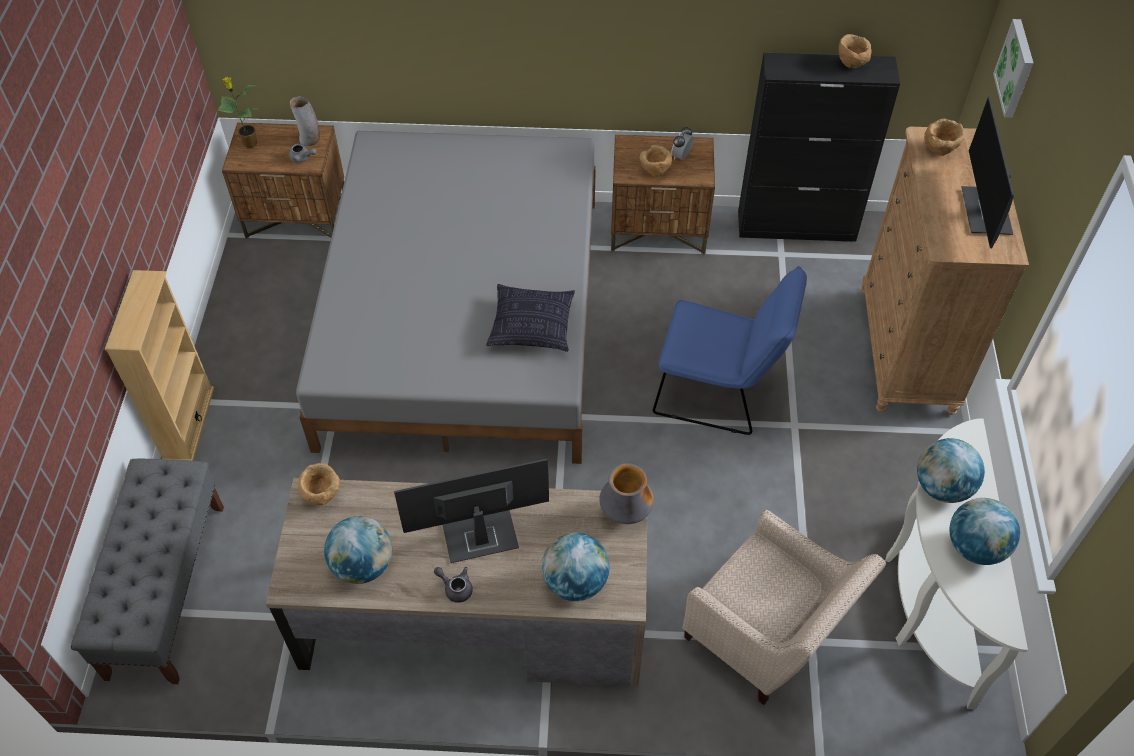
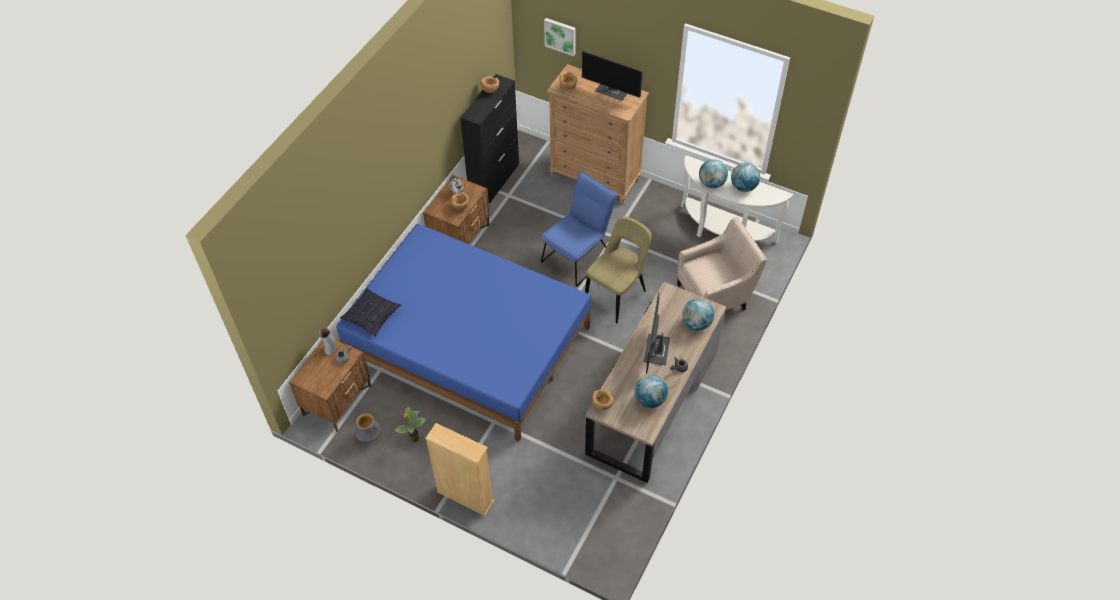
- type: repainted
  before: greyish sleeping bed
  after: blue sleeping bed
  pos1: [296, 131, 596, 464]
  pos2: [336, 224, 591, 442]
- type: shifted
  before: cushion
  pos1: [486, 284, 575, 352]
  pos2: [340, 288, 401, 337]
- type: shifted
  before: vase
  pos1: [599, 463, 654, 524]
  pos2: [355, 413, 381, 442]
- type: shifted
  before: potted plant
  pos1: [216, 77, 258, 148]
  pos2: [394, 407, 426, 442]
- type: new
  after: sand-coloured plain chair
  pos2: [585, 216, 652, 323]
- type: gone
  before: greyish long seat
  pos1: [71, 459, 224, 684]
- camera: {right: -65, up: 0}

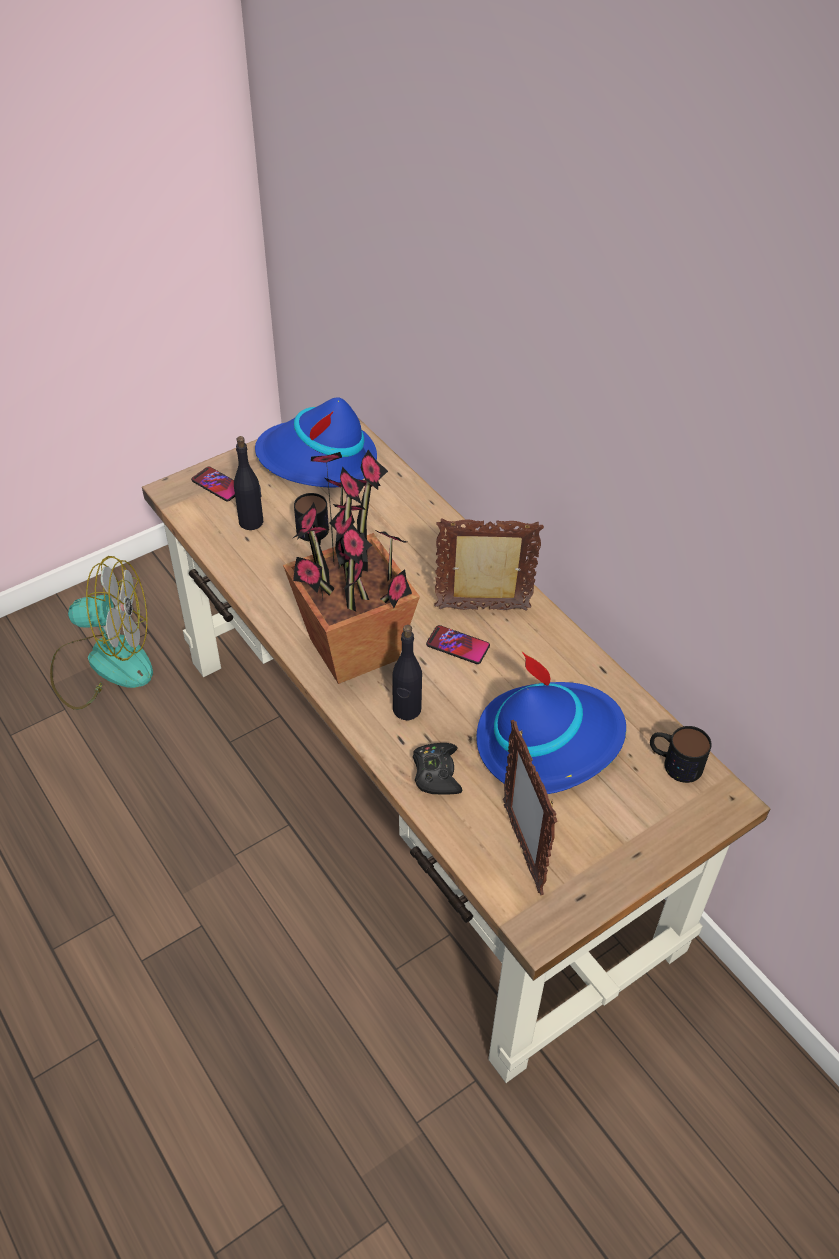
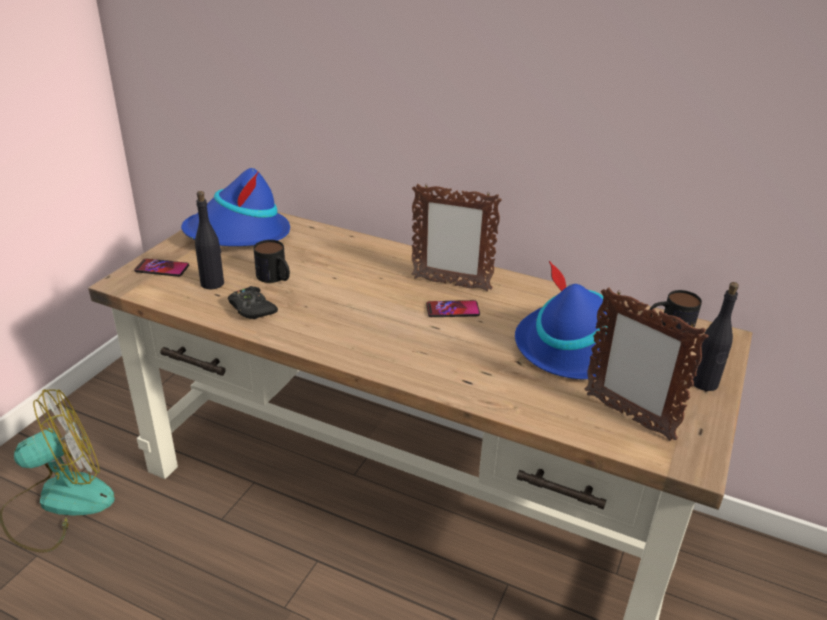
- type: shifted
  before: black joypad
  pos1: [413, 743, 462, 795]
  pos2: [228, 286, 278, 319]
- type: rotated
  before: picture frame
  pos1: [435, 519, 544, 611]
  pos2: [412, 184, 502, 292]
  turn: -135
- type: shifted
  before: black drink bottle
  pos1: [392, 625, 422, 720]
  pos2: [692, 282, 739, 391]
- type: gone
  before: potted plant
  pos1: [283, 450, 420, 684]
- camera: {right: -30, up: -15}

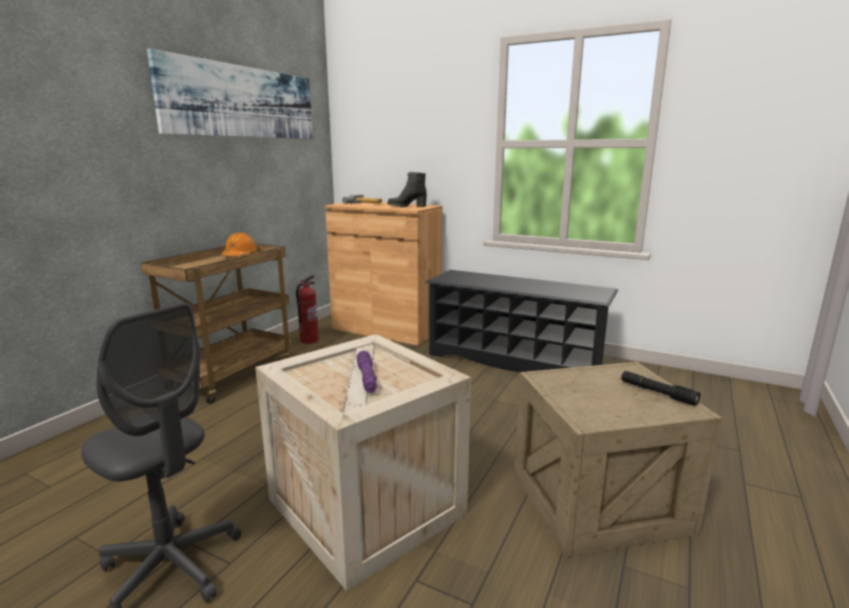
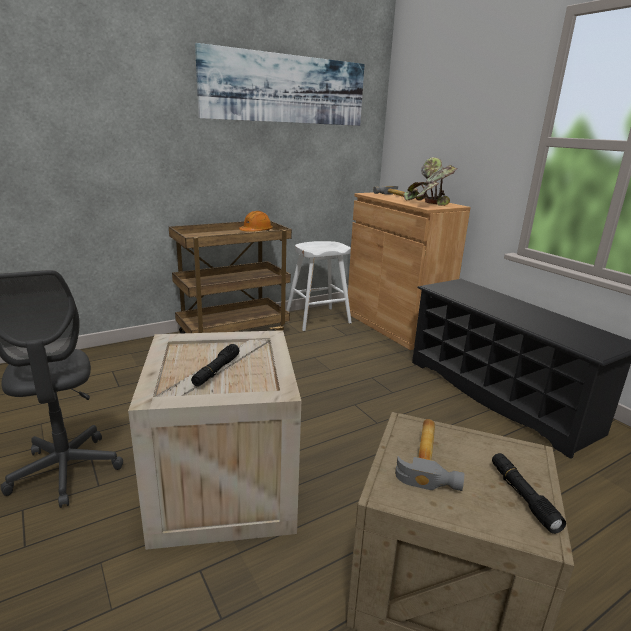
- type: repainted
  before: purplish torch
  after: black torch
  pos1: [357, 351, 377, 393]
  pos2: [191, 344, 240, 386]
- type: swapped
  before: extinguisher
  after: white-coloured stool seat
  pos1: [296, 275, 319, 344]
  pos2: [286, 241, 352, 331]
- type: new
  after: tool hammer
  pos2: [395, 419, 464, 491]
- type: swapped
  before: black high-top boot
  after: potted plant
  pos1: [388, 172, 427, 207]
  pos2: [403, 157, 458, 206]
- camera: {right: 30, up: 5}

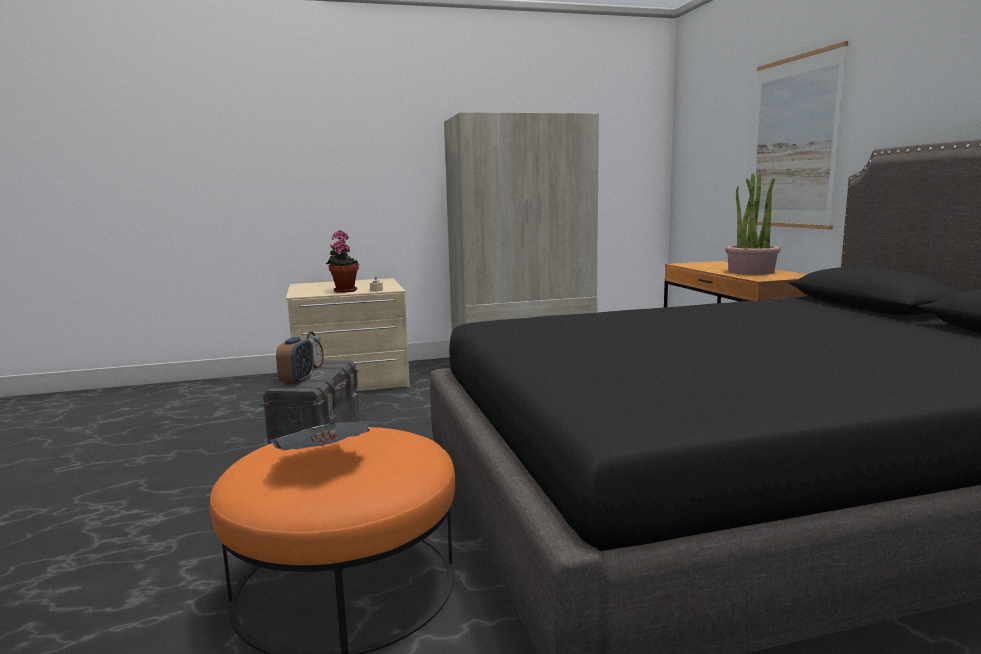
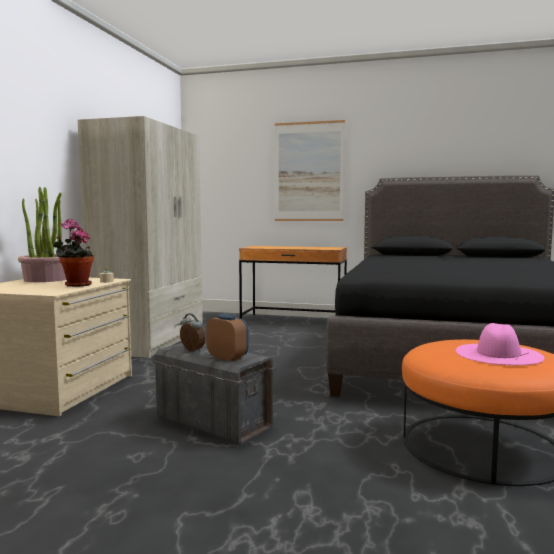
- type: shifted
  before: potted plant
  pos1: [725, 173, 781, 275]
  pos2: [18, 187, 66, 282]
- type: swapped
  before: newspaper
  after: pink-coloured wearable hat
  pos1: [270, 422, 370, 450]
  pos2: [456, 323, 545, 365]
- camera: {right: -60, up: -5}

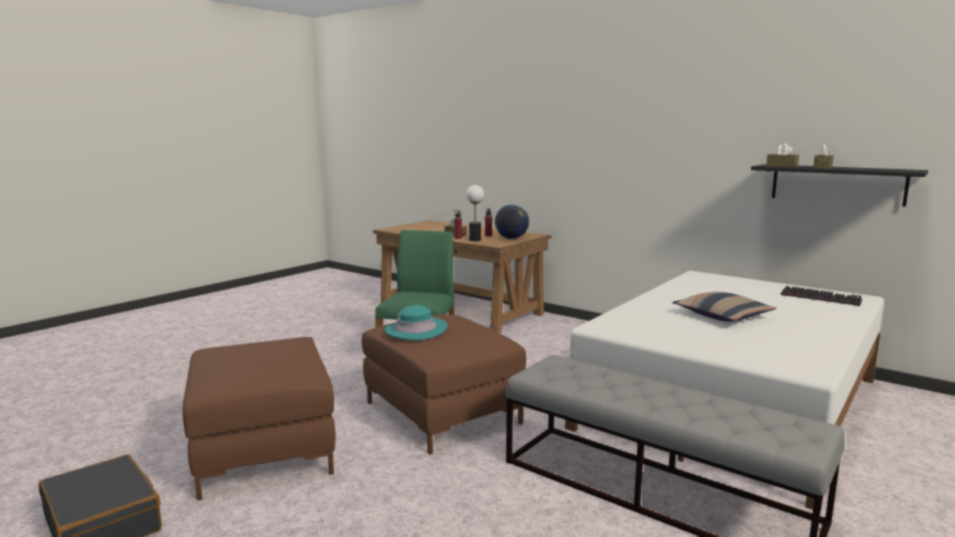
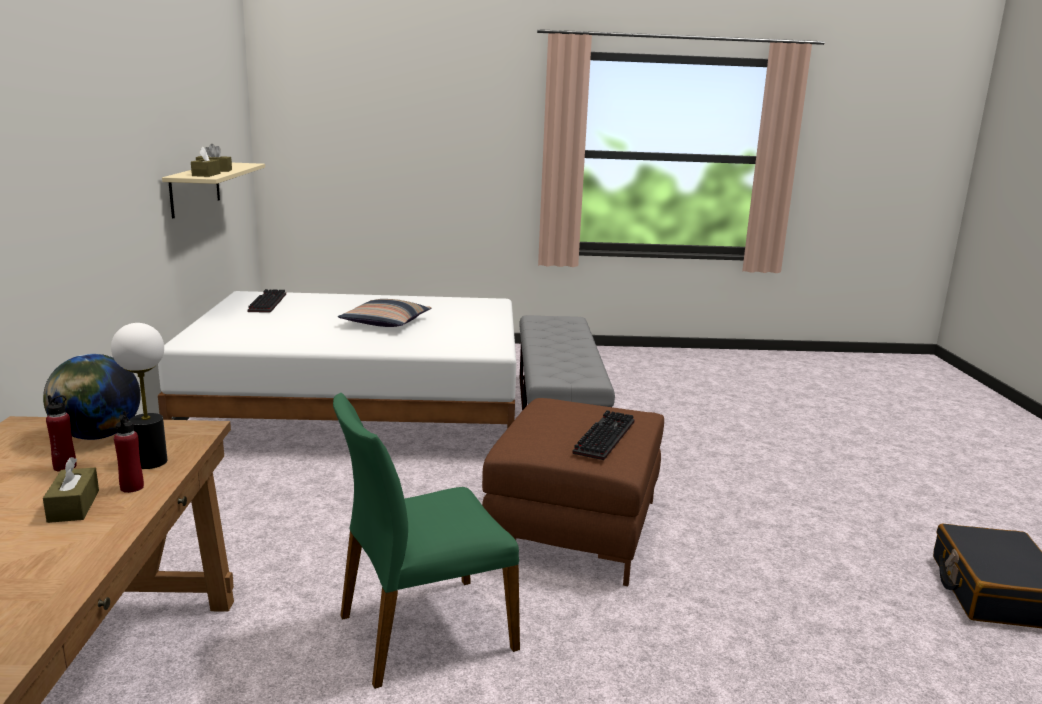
- type: repainted
  before: black shelf
  after: sand-coloured shelf
  pos1: [751, 164, 928, 207]
  pos2: [162, 163, 265, 218]
- type: swapped
  before: turquoise wearable hat
  after: keyboard
  pos1: [385, 305, 448, 340]
  pos2: [572, 410, 635, 460]
- type: gone
  before: brownish footrest
  pos1: [183, 337, 336, 501]
- camera: {right: -130, up: 5}

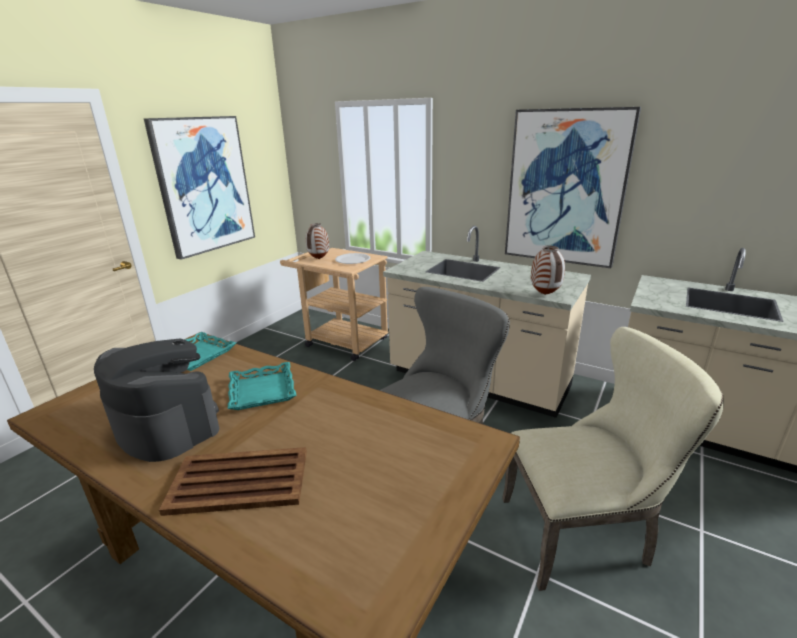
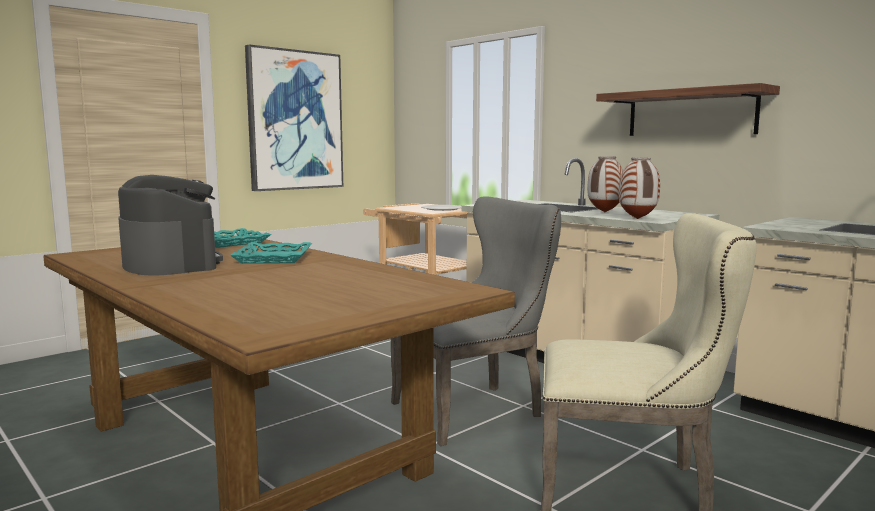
- type: shifted
  before: vase
  pos1: [306, 223, 329, 259]
  pos2: [587, 156, 623, 212]
- type: swapped
  before: picture
  after: shelf
  pos1: [505, 107, 641, 268]
  pos2: [596, 83, 780, 136]
- type: gone
  before: brownish serving tray
  pos1: [159, 447, 307, 516]
- camera: {right: 15, up: -15}

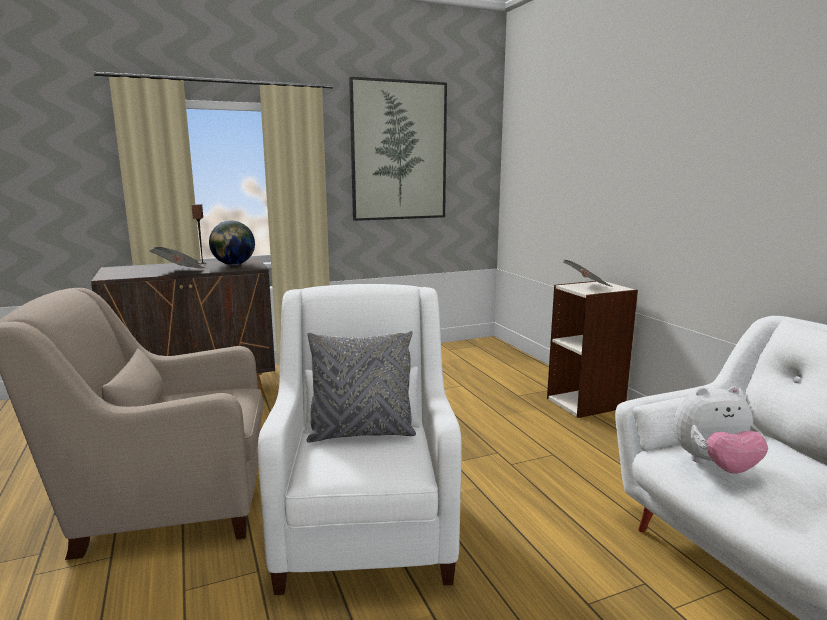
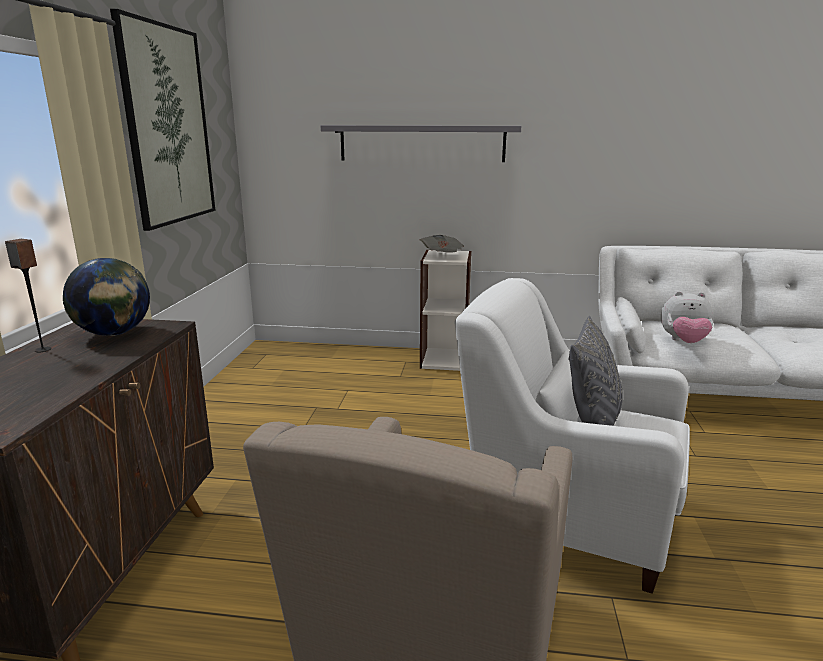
- type: new
  after: greyish shelf
  pos2: [321, 125, 521, 162]
- type: rotated
  before: cuddly toy
  pos1: [673, 386, 768, 474]
  pos2: [661, 291, 713, 343]
  turn: 75
- type: gone
  before: newspaper
  pos1: [150, 247, 206, 268]
- camera: {right: -60, up: 5}

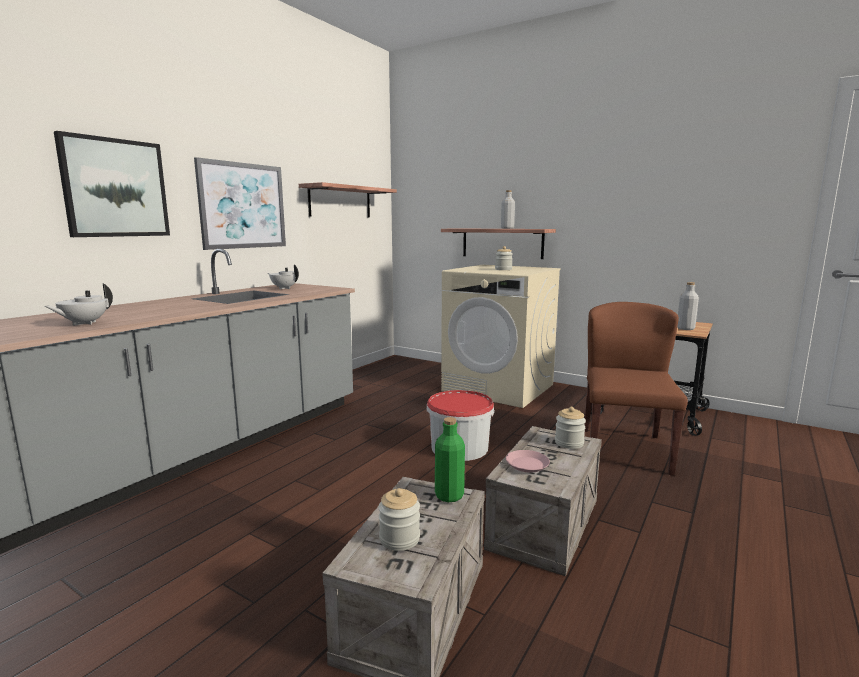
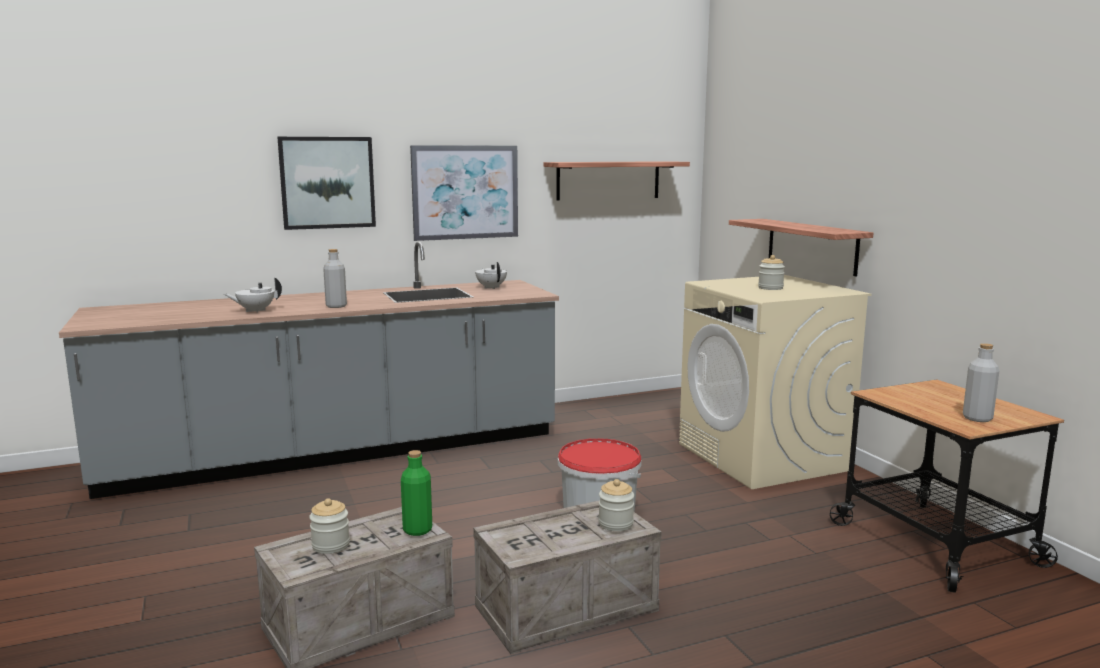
- type: shifted
  before: greyish drink bottle
  pos1: [501, 190, 515, 229]
  pos2: [323, 249, 347, 308]
- type: gone
  before: pink-coloured plate
  pos1: [506, 450, 550, 473]
- type: gone
  before: brownish plain chair
  pos1: [584, 302, 688, 476]
- camera: {right: 35, up: 0}

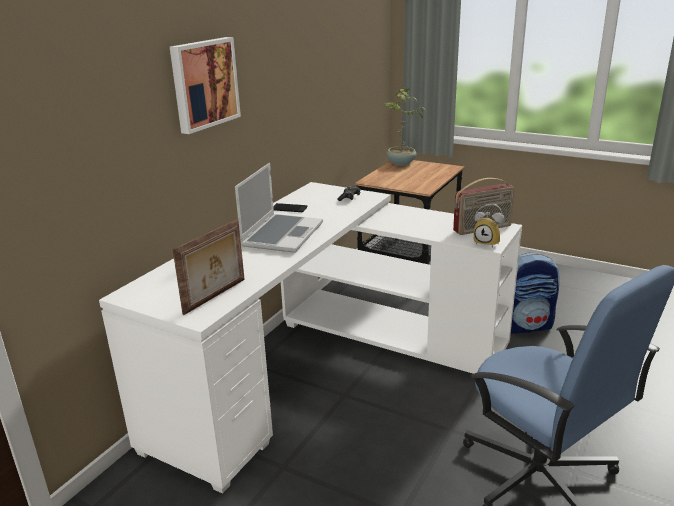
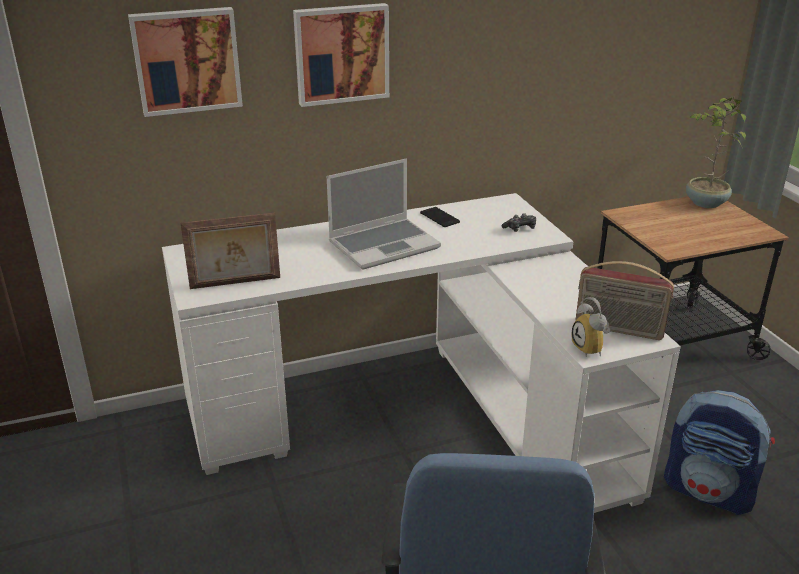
- type: new
  after: picture
  pos2: [128, 7, 243, 117]
- camera: {right: 40, up: 5}

